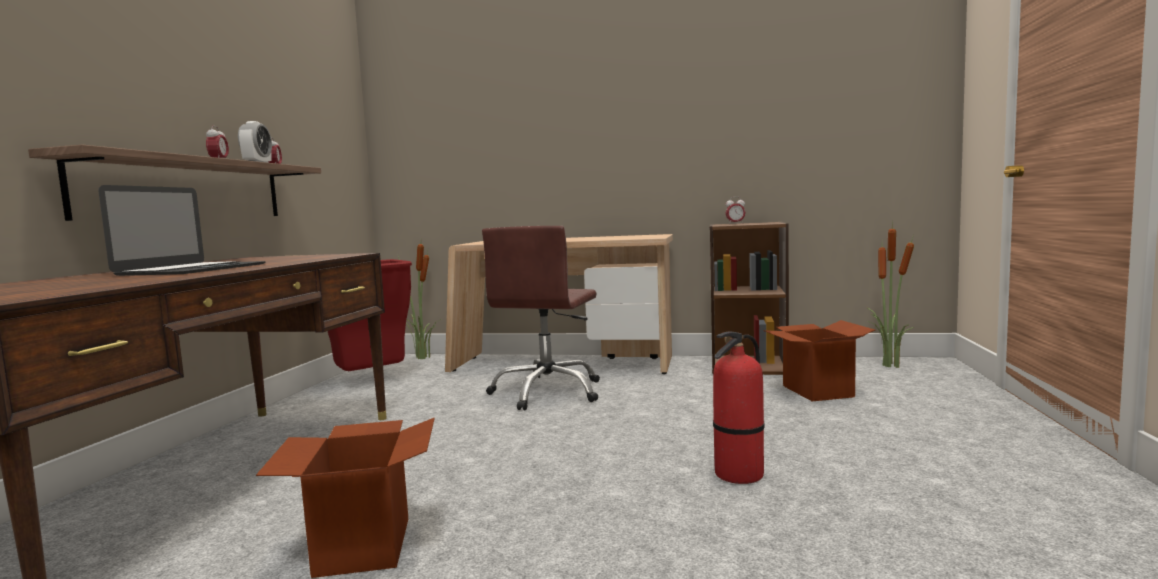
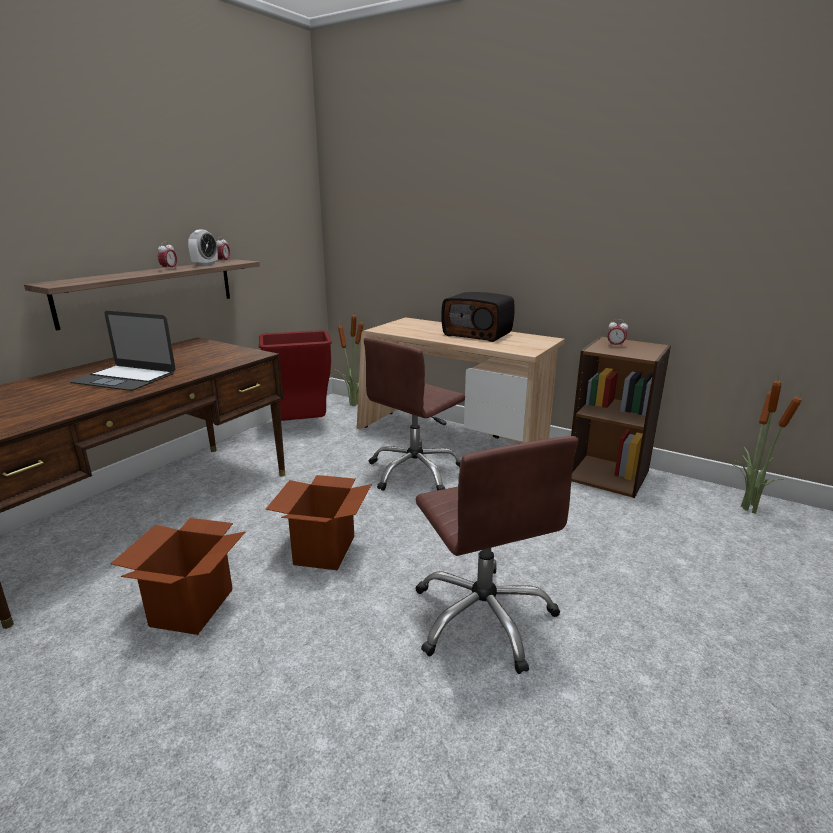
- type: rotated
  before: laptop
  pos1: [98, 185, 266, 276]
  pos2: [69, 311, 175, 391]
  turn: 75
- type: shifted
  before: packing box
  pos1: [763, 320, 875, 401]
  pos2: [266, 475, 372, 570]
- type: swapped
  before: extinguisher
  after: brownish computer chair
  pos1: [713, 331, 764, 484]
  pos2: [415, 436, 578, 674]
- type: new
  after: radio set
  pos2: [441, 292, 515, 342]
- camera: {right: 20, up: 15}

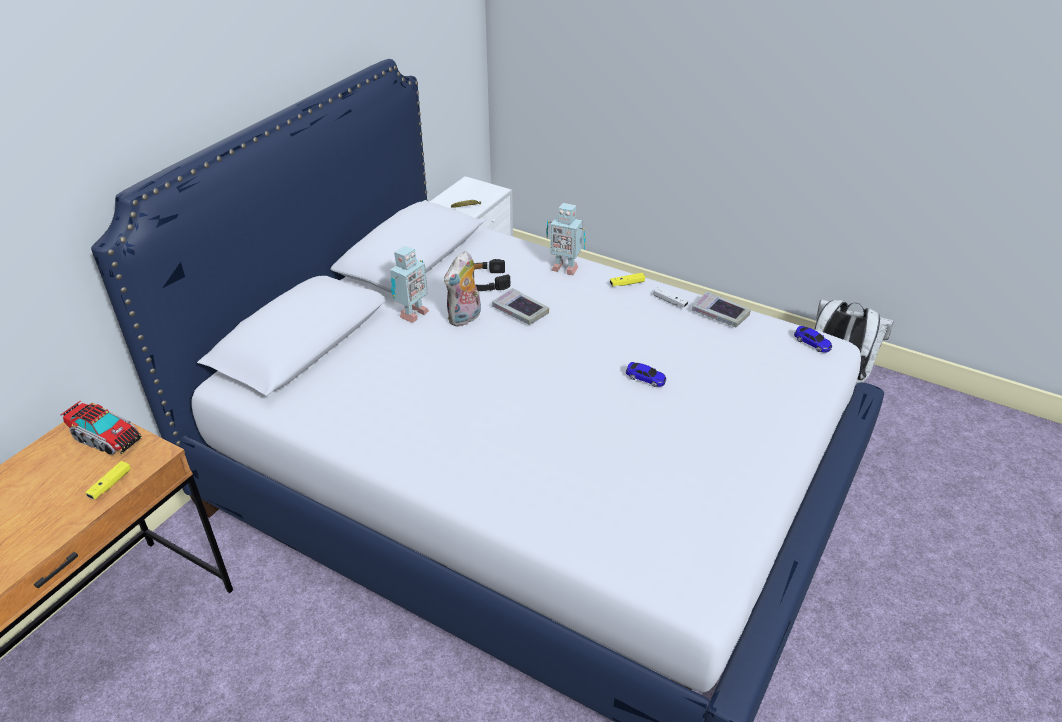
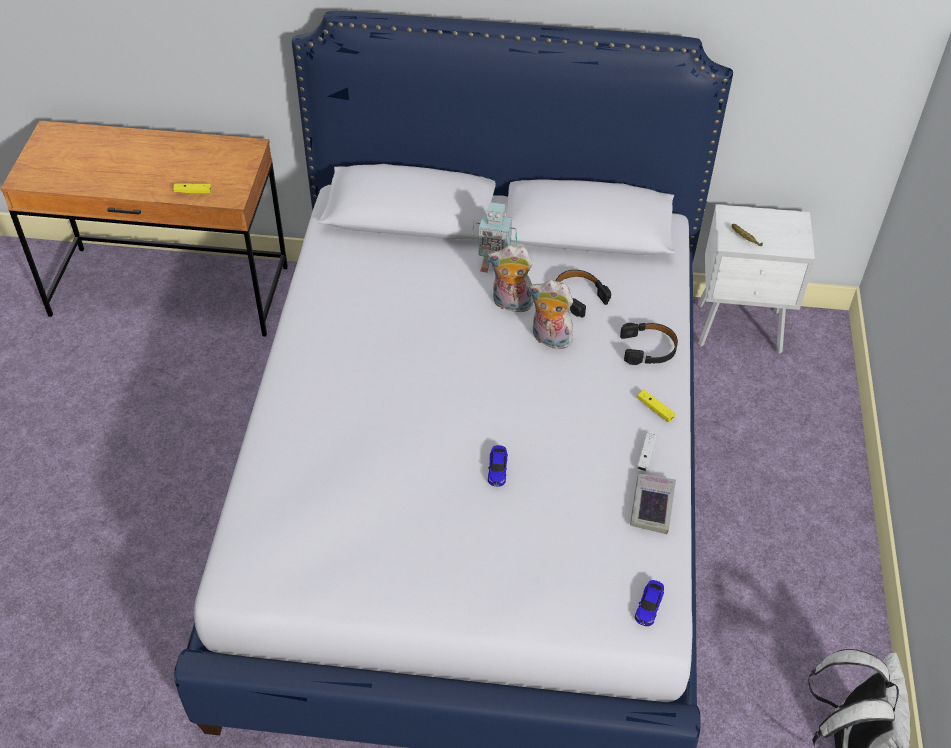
- type: swapped
  before: book
  after: cuddly toy
  pos1: [492, 288, 549, 325]
  pos2: [529, 280, 573, 351]
- type: swapped
  before: model robot
  after: black pair of headphones
  pos1: [546, 203, 586, 275]
  pos2: [620, 323, 678, 365]
- type: gone
  before: toy lorry
  pos1: [61, 401, 142, 455]
- camera: {right: 65, up: 10}

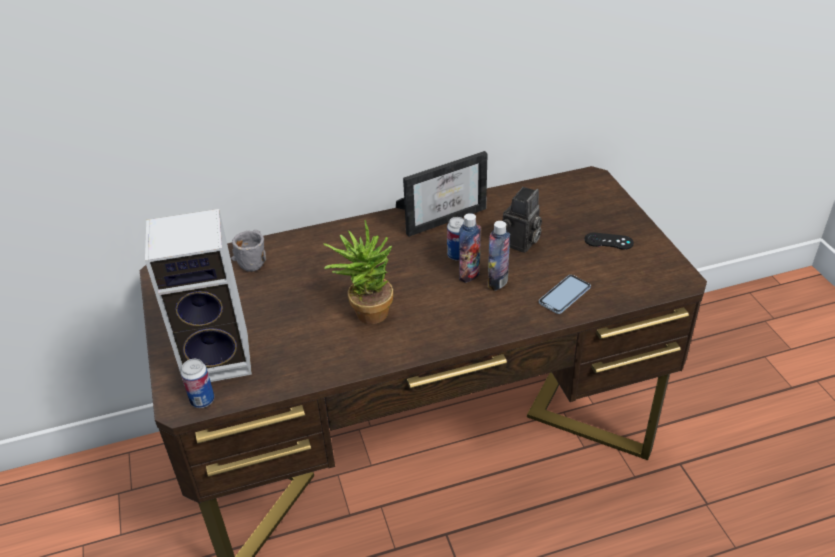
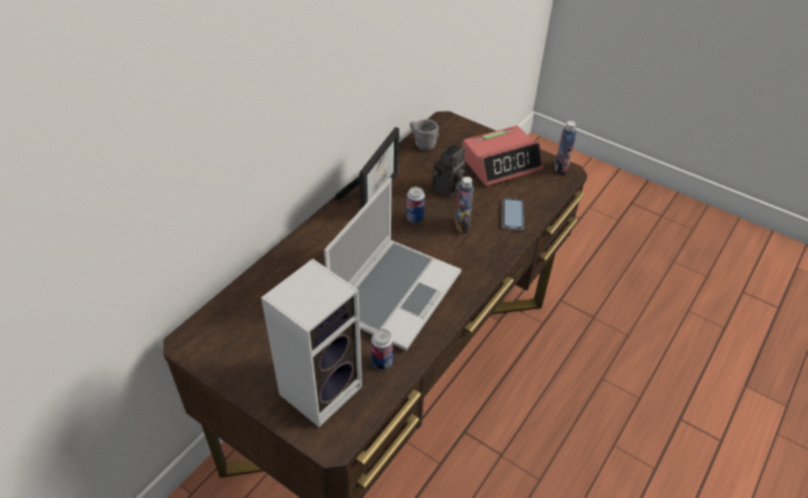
- type: swapped
  before: potted plant
  after: laptop
  pos1: [323, 220, 393, 324]
  pos2: [324, 178, 462, 351]
- type: shifted
  before: metal can
  pos1: [181, 359, 214, 408]
  pos2: [371, 329, 393, 370]
- type: shifted
  before: greyish mug
  pos1: [231, 230, 266, 272]
  pos2: [410, 119, 439, 151]
- type: rotated
  before: still camera
  pos1: [503, 187, 542, 253]
  pos2: [432, 144, 465, 198]
  turn: 45
- type: swapped
  before: black joypad
  after: bedside clock
  pos1: [584, 233, 634, 250]
  pos2: [462, 126, 543, 186]
- type: shifted
  before: drink bottle
  pos1: [459, 213, 481, 283]
  pos2: [554, 121, 577, 175]
- camera: {right: -40, up: 5}

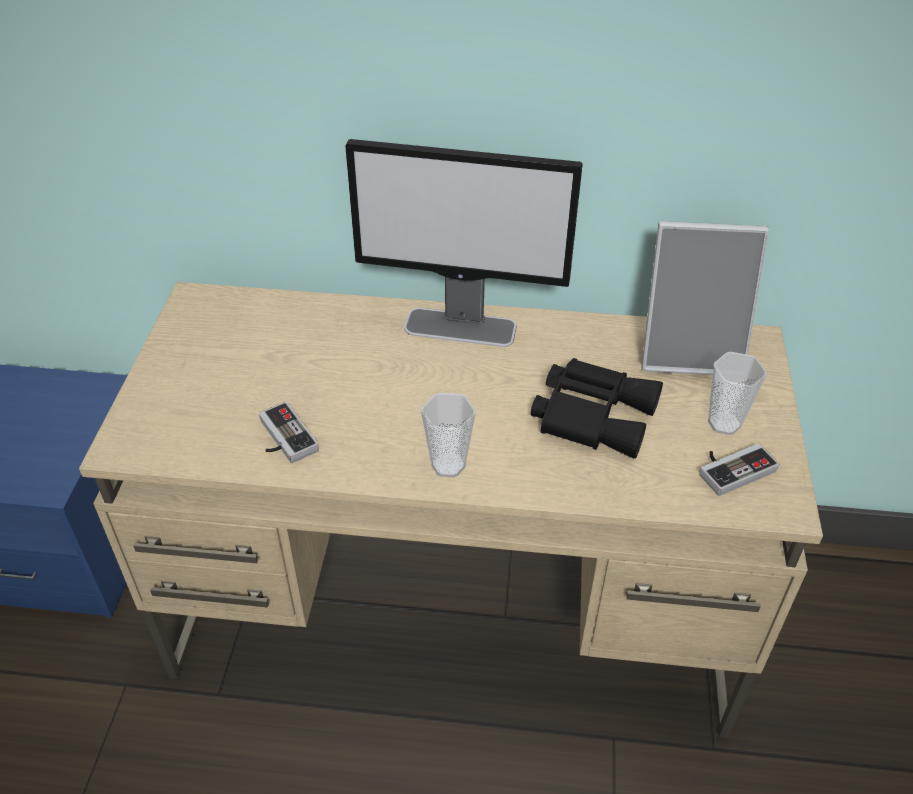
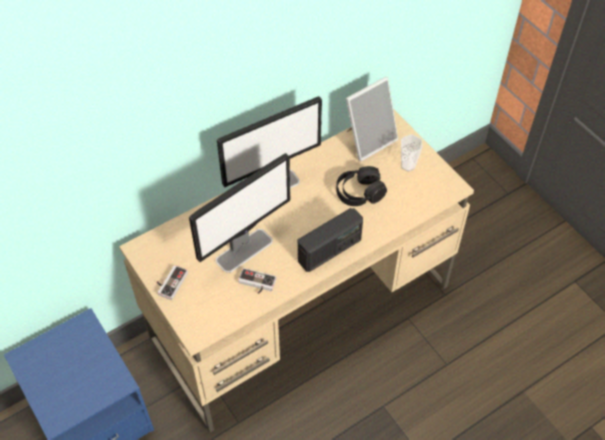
- type: shifted
  before: joypad
  pos1: [699, 443, 779, 496]
  pos2: [157, 265, 188, 300]
- type: new
  after: computer screen
  pos2: [189, 153, 290, 273]
- type: swapped
  before: drinking cup
  after: radio set
  pos1: [421, 393, 476, 477]
  pos2: [298, 208, 363, 272]
- type: swapped
  before: black pair of binoculars
  after: black pair of headphones
  pos1: [531, 358, 663, 459]
  pos2: [336, 166, 387, 206]
- camera: {right: -40, up: 10}

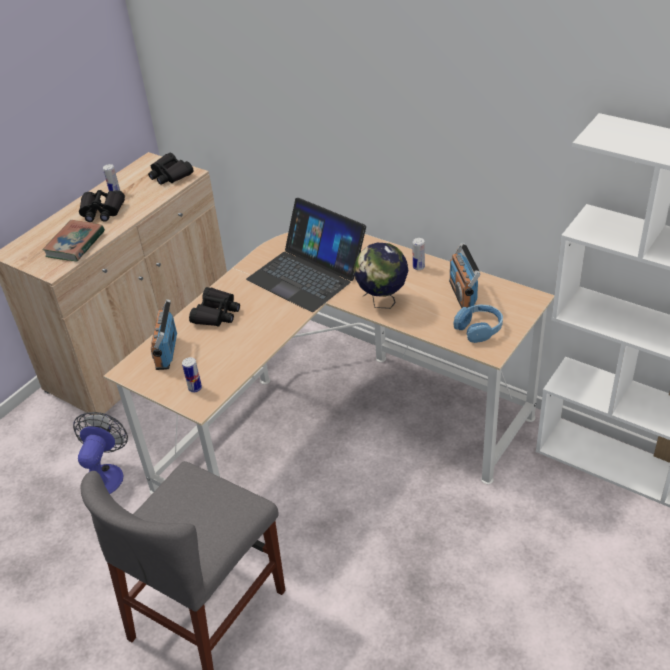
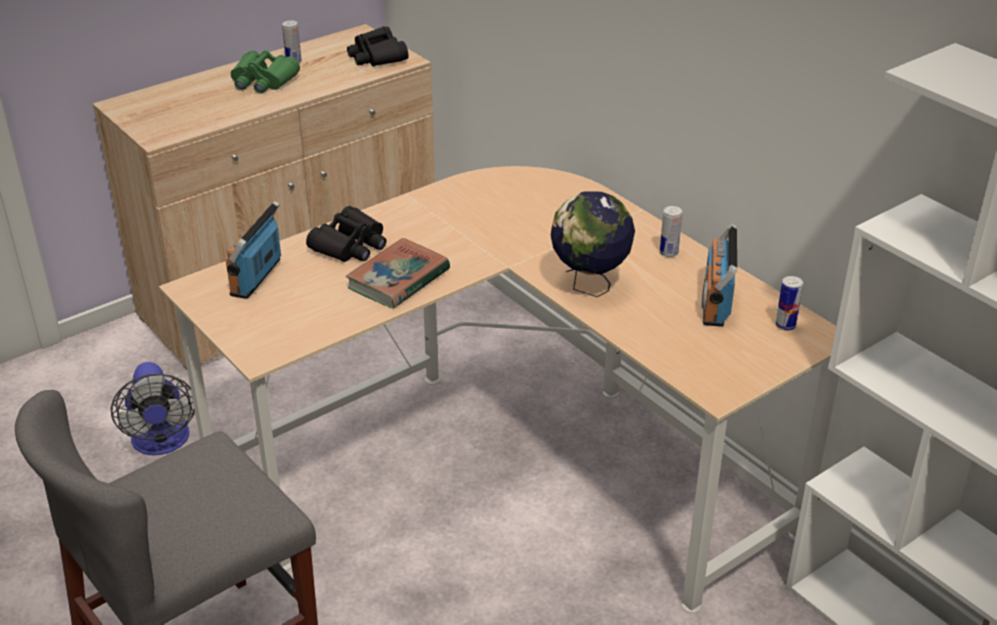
- type: rotated
  before: fan
  pos1: [73, 412, 128, 494]
  pos2: [111, 362, 195, 455]
  turn: 135
- type: repainted
  before: black pair of binoculars
  after: greenish pair of binoculars
  pos1: [79, 190, 125, 222]
  pos2: [231, 50, 300, 94]
- type: shifted
  before: book
  pos1: [42, 220, 105, 261]
  pos2: [346, 238, 450, 309]
- type: shifted
  before: metal can
  pos1: [182, 357, 202, 393]
  pos2: [775, 276, 803, 331]
- type: gone
  before: laptop
  pos1: [246, 198, 366, 312]
- type: gone
  before: blue pair of headphones
  pos1: [453, 304, 503, 343]
- camera: {right: 15, up: -5}

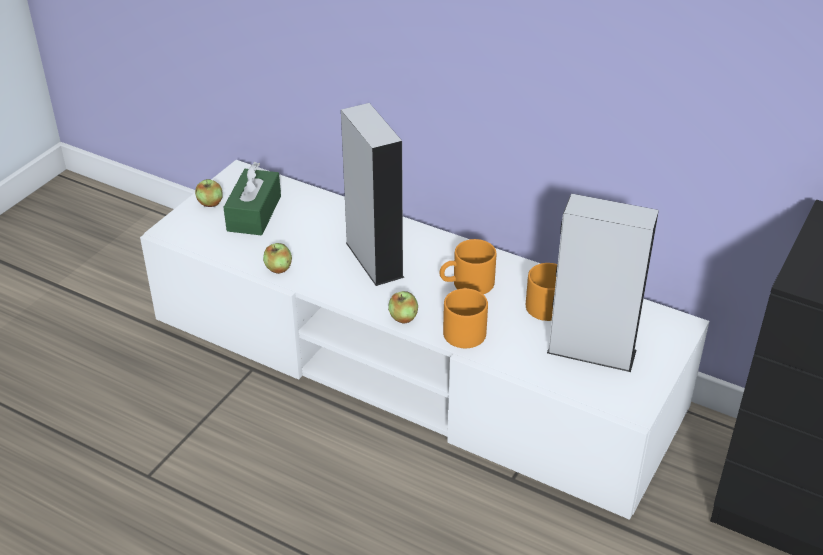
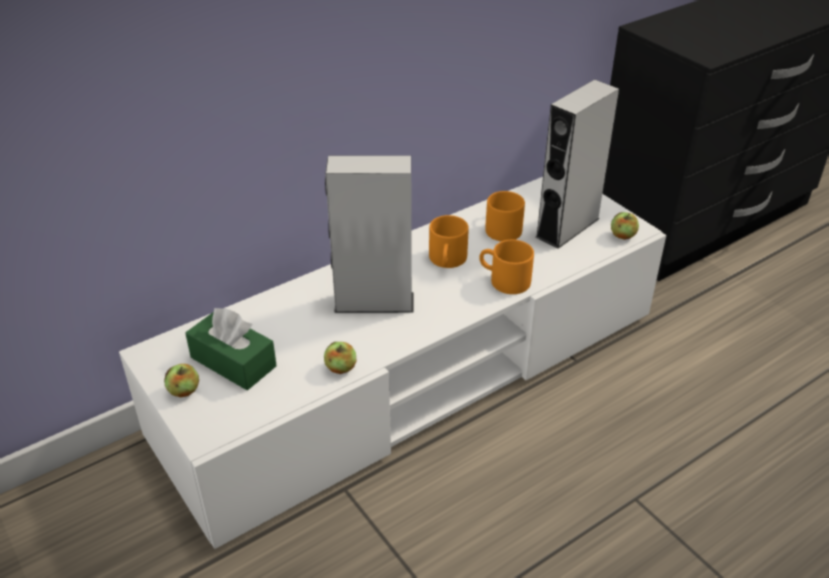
- type: shifted
  before: apple fruit
  pos1: [388, 291, 418, 324]
  pos2: [611, 212, 639, 240]
- camera: {right: -65, up: 0}

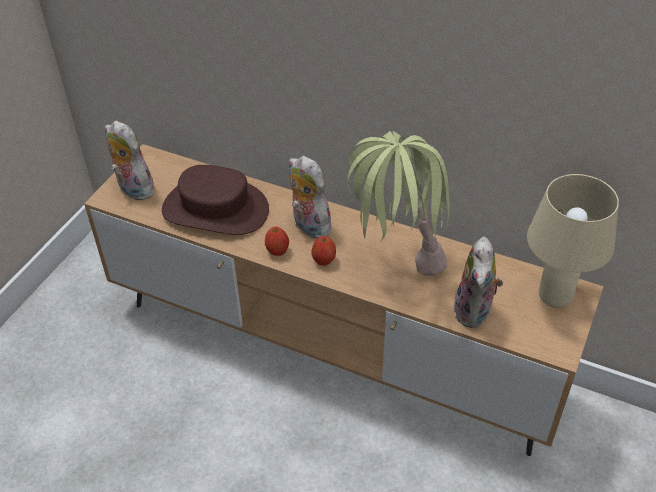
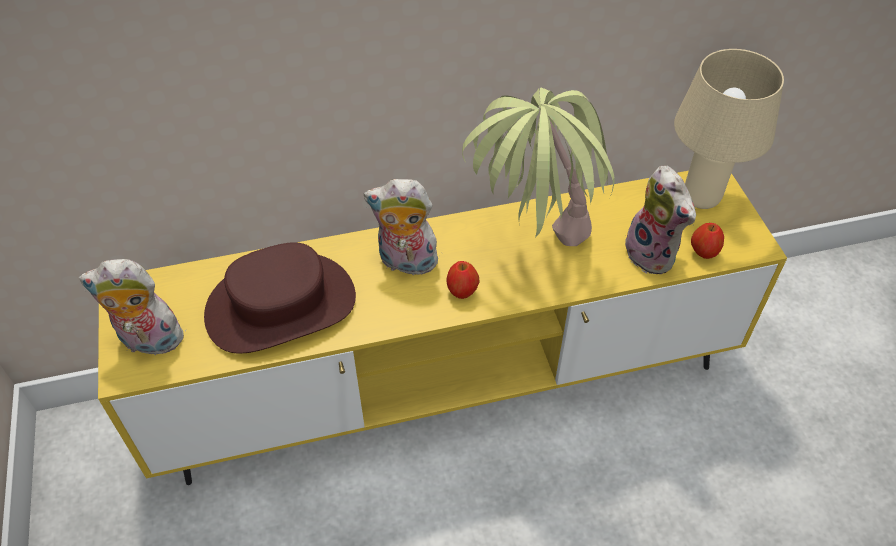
- type: repainted
  before: brownish tv unit
  after: yellow tv unit
  pos1: [84, 144, 604, 456]
  pos2: [98, 171, 787, 485]
- type: shifted
  before: apple fruit
  pos1: [265, 227, 289, 256]
  pos2: [691, 223, 724, 259]
- camera: {right: -40, up: 5}

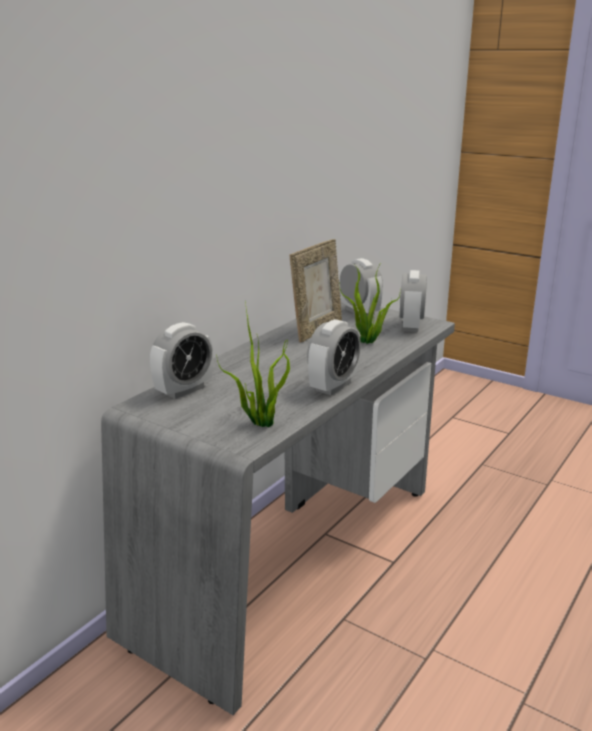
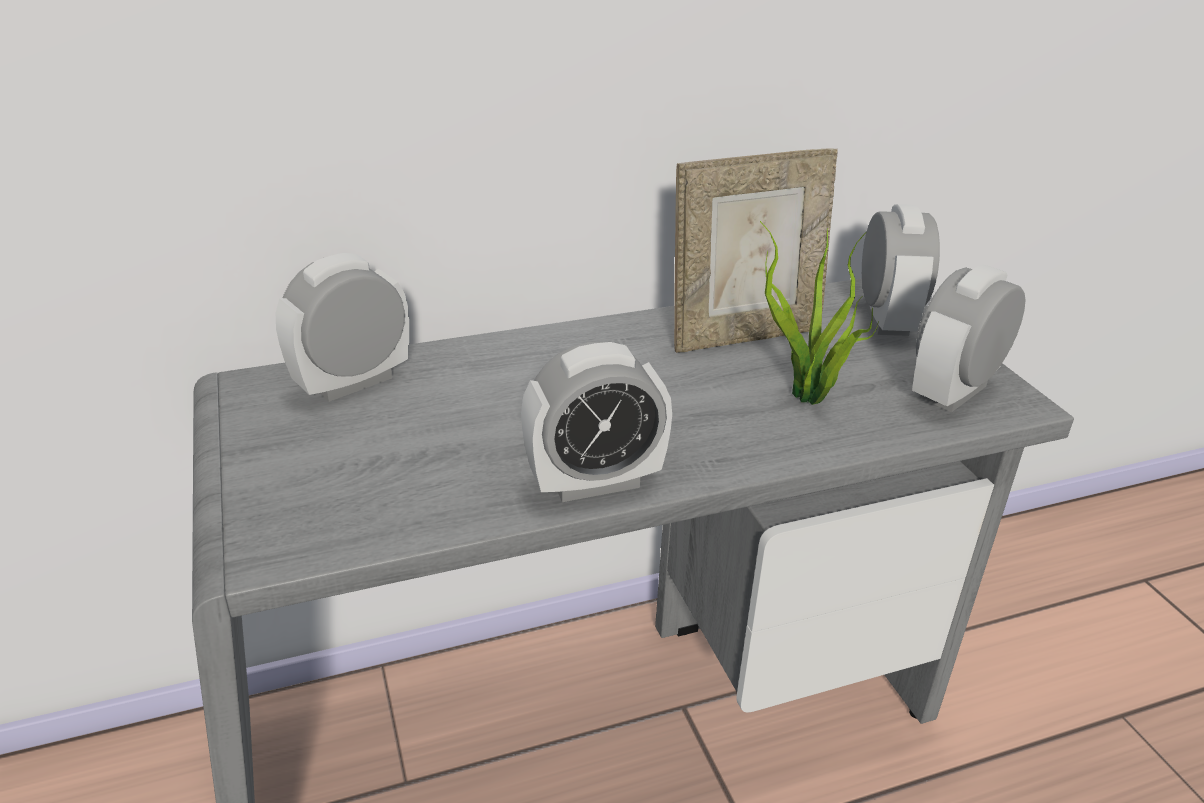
- type: rotated
  before: bedside clock
  pos1: [150, 322, 213, 399]
  pos2: [276, 253, 409, 402]
  turn: 150
- type: gone
  before: potted plant
  pos1: [216, 310, 290, 427]
- camera: {right: 35, up: 10}

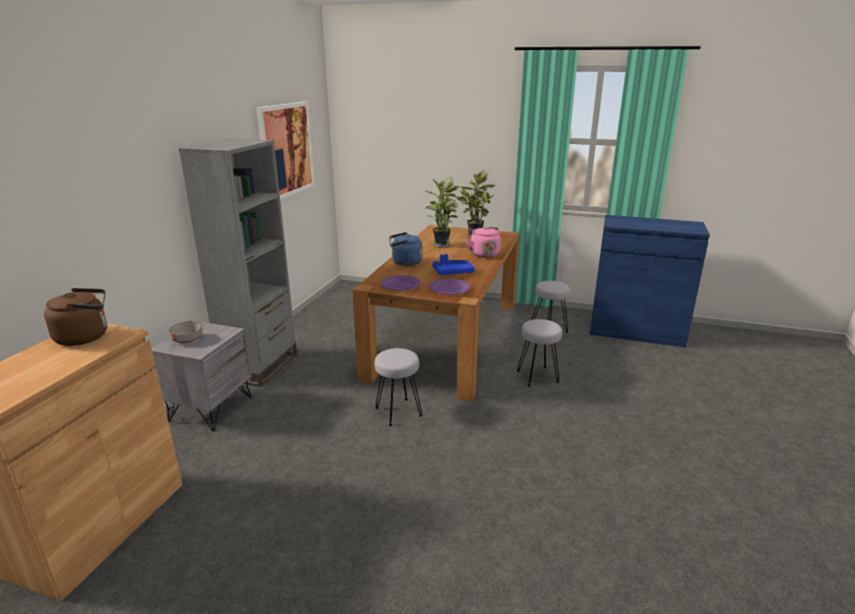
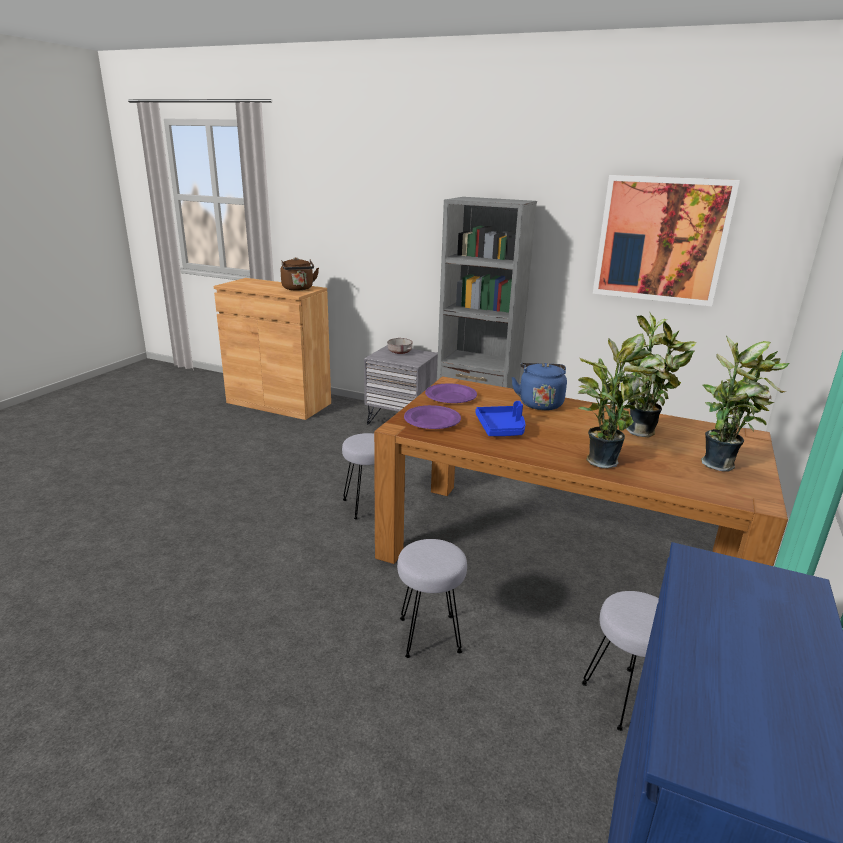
- type: swapped
  before: pink-coloured tea kettle
  after: potted plant
  pos1: [466, 227, 501, 258]
  pos2: [578, 333, 657, 469]
- camera: {right: 95, up: 0}

